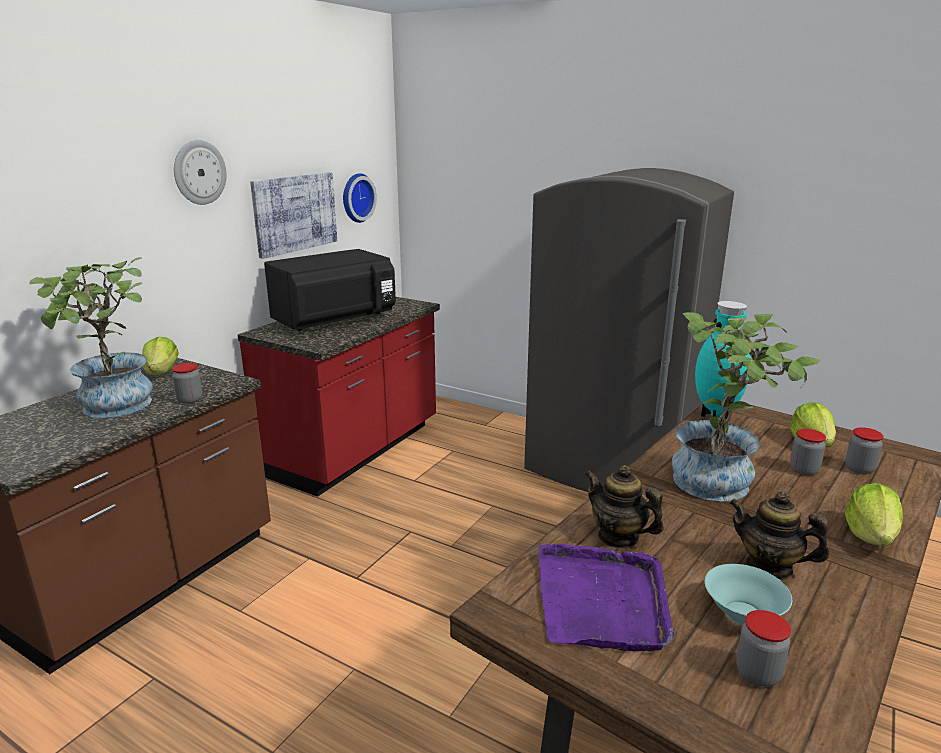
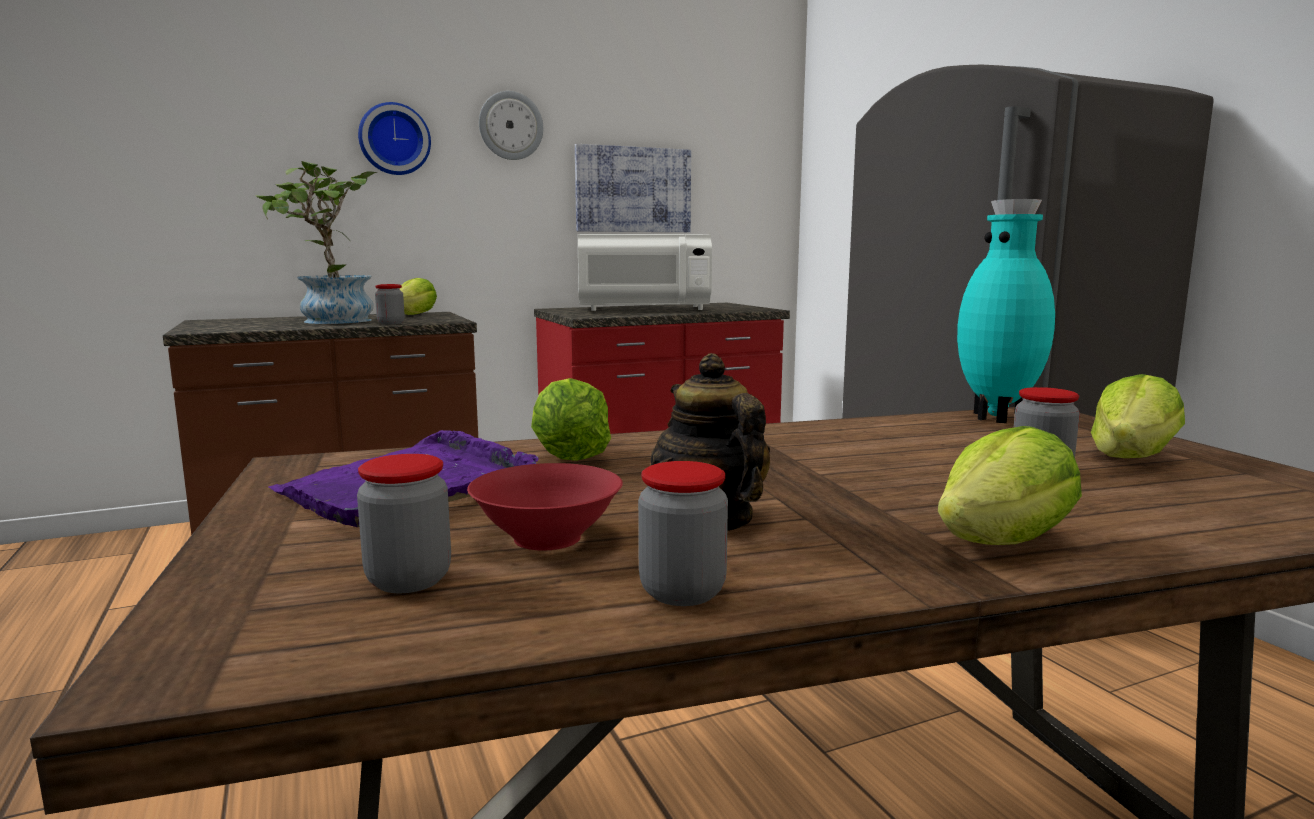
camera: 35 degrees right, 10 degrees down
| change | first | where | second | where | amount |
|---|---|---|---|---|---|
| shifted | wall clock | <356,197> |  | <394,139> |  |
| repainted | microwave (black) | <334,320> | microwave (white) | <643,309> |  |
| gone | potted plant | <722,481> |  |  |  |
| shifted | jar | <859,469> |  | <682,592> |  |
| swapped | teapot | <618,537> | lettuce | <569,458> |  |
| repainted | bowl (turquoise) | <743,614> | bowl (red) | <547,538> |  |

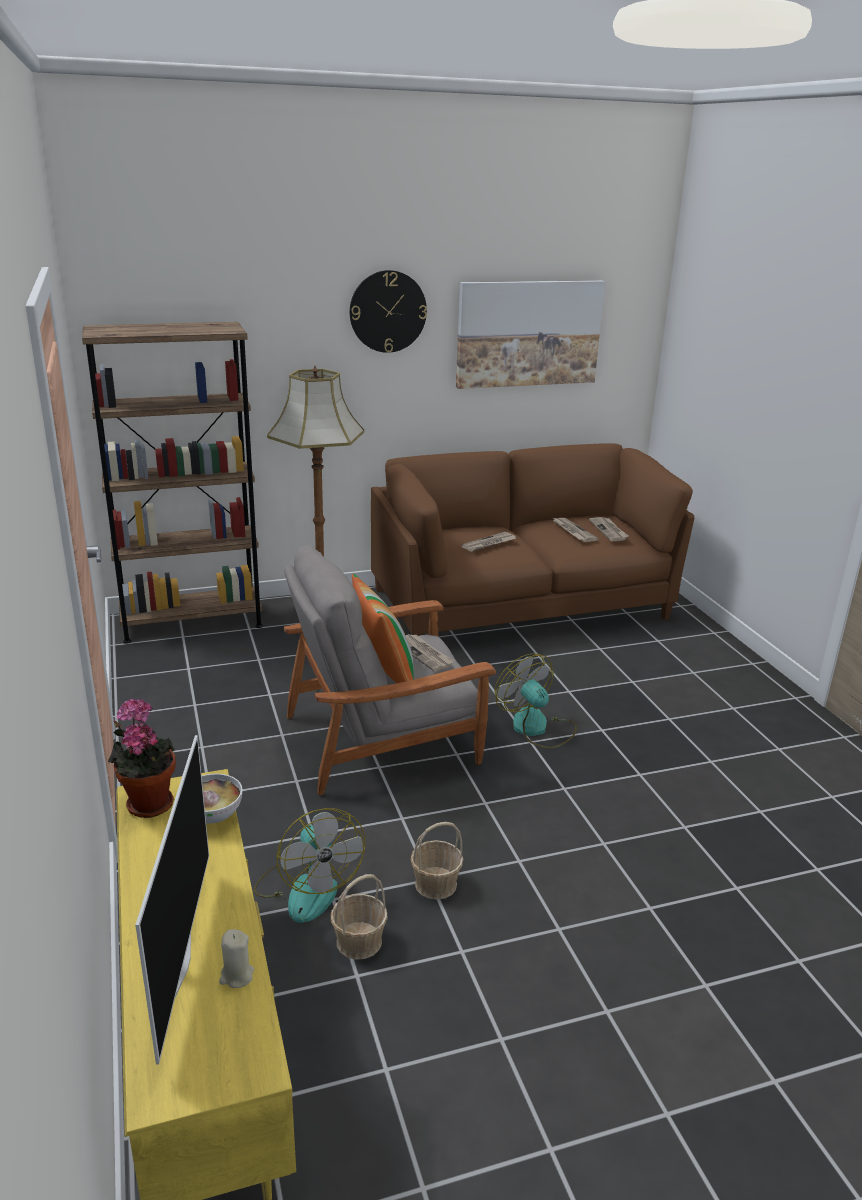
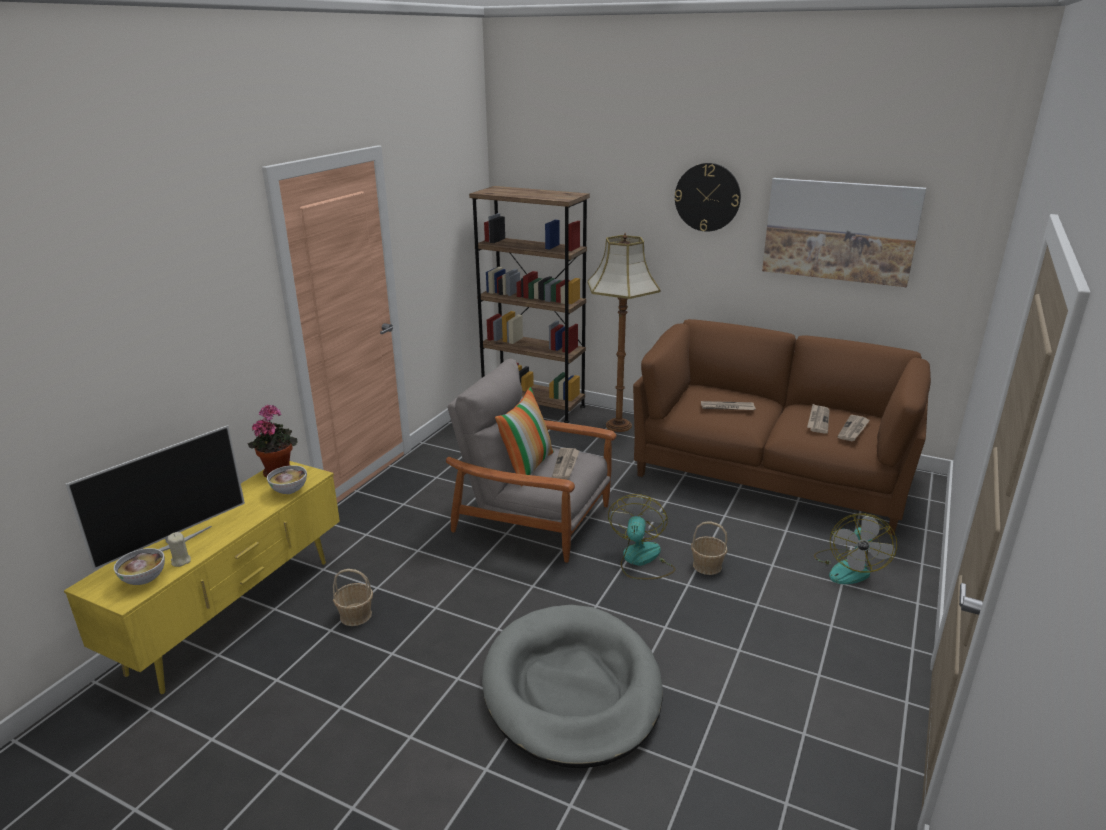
camera: 45 degrees right, 0 degrees up
| change | first | where | second | where | amount |
|---|---|---|---|---|---|
| shifted | fan | <307,887> |  | <849,568> |  |
| shifted | basket | <435,884> |  | <707,565> |  |
| new |  |  | bowl | <145,580> |  |
| new |  |  | dog bed (grey) | <572,689> |  |

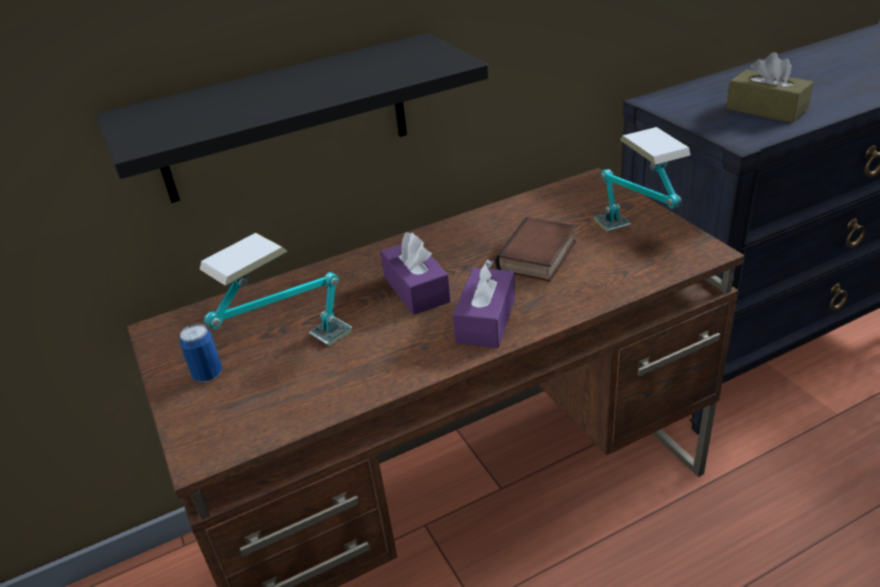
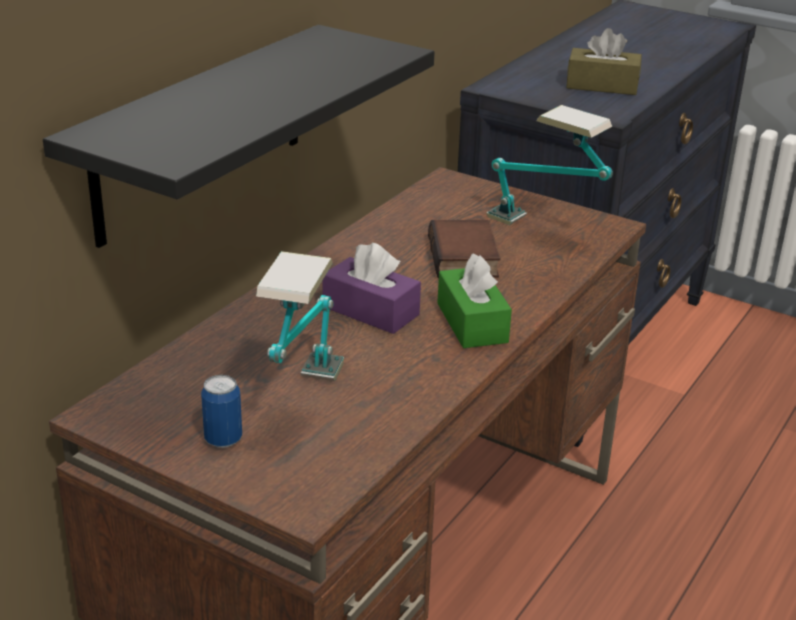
camera: 35 degrees left, 5 degrees down
| change | first | where | second | where | amount |
|---|---|---|---|---|---|
| repainted | tissue box (purple) | <486,320> | tissue box (green) | <472,323> |  |

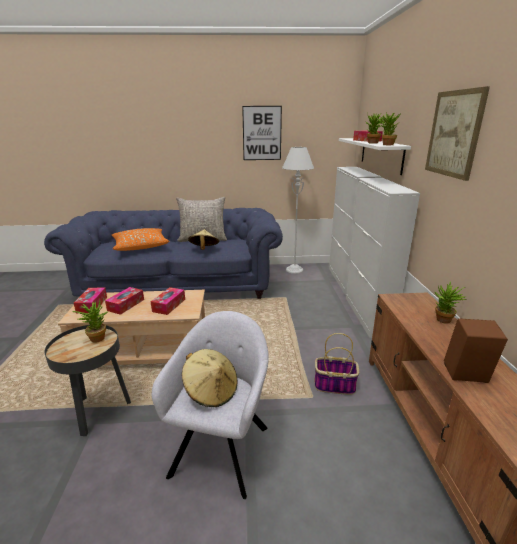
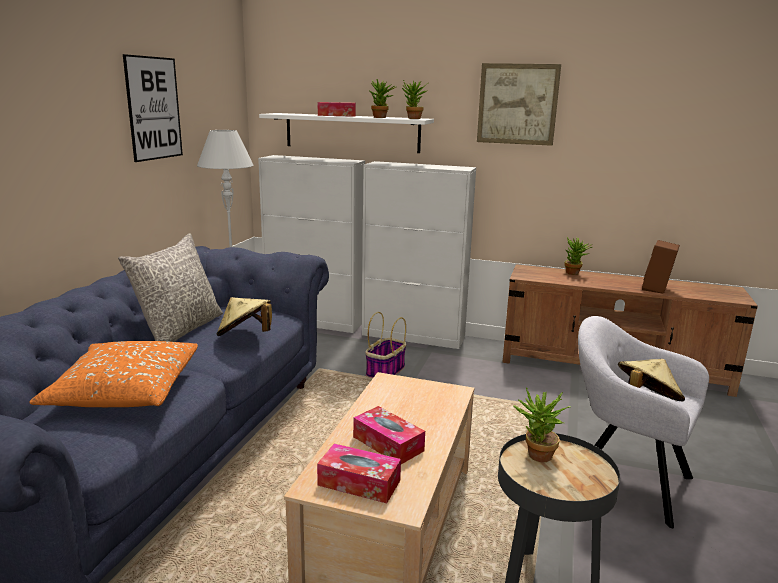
camera: 70 degrees left, 5 degrees down
| change | first | where | second | where | amount |
|---|---|---|---|---|---|
| gone | tissue box | <169,305> |  |  |  |
| shifted | basket | <334,385> |  | <385,372> |  |

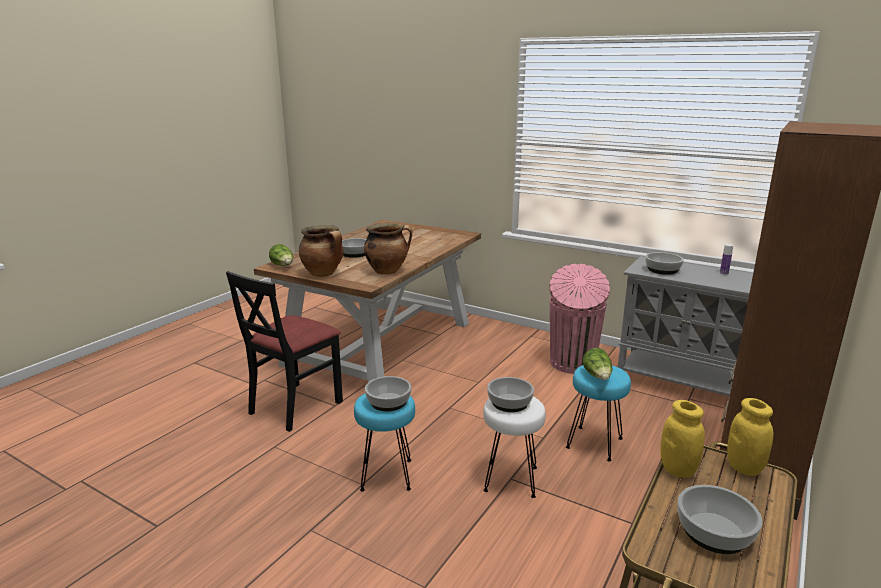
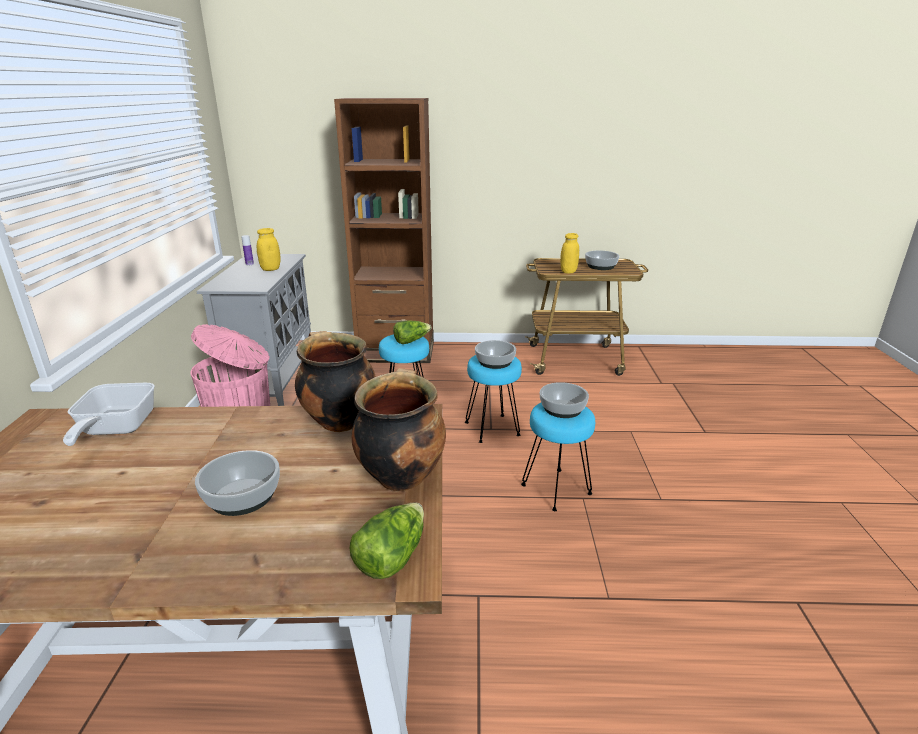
camera: 120 degrees left, 5 degrees up
| change | first | where | second | where | amount |
|---|---|---|---|---|---|
| gone | bowl | <663,270> |  |  |  |
| gone | chair (black) | <294,406> |  |  |  |
| repainted | stool (white) | <510,480> | stool (turquoise) | <493,428> |  |
| shifted | jar (yellow) | <744,467> |  | <270,269> |  |
| new |  |  | frying pan | <114,430> |  |

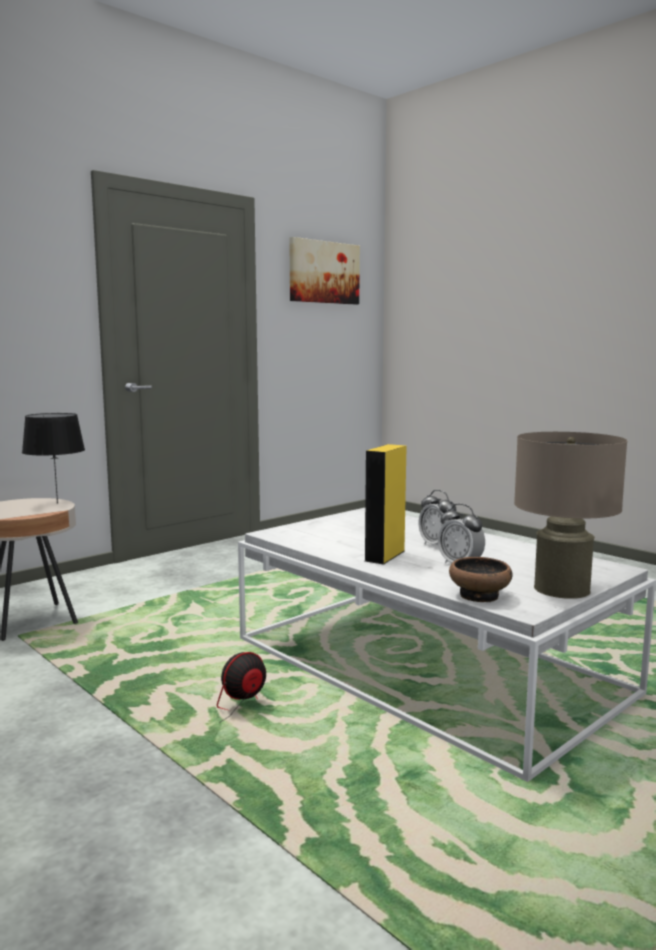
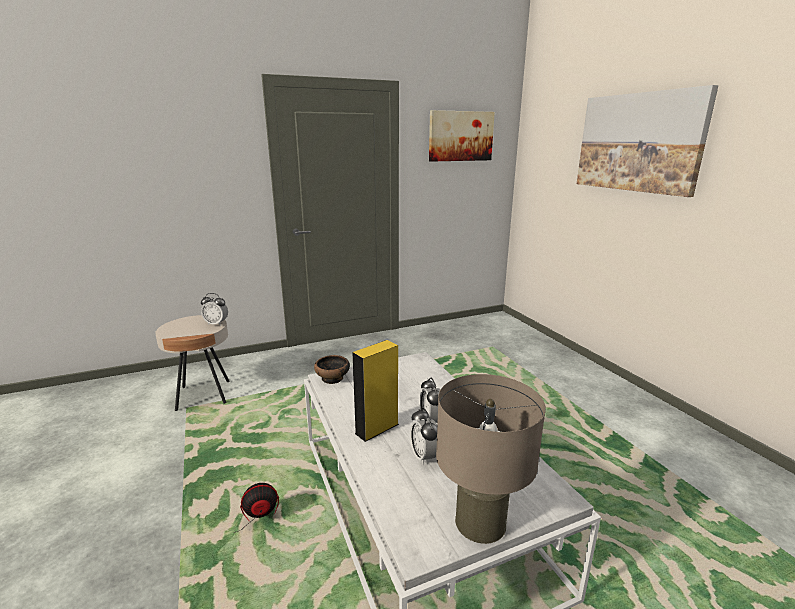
camera: 20 degrees right, 10 degrees up
| change | first | where | second | where | amount |
|---|---|---|---|---|---|
| swapped | table lamp (black) | <58,503> | alarm clock | <216,323> |  |
| shifted | bowl | <480,595> |  | <333,378> |  |
| new |  |  | picture | <638,142> |  |

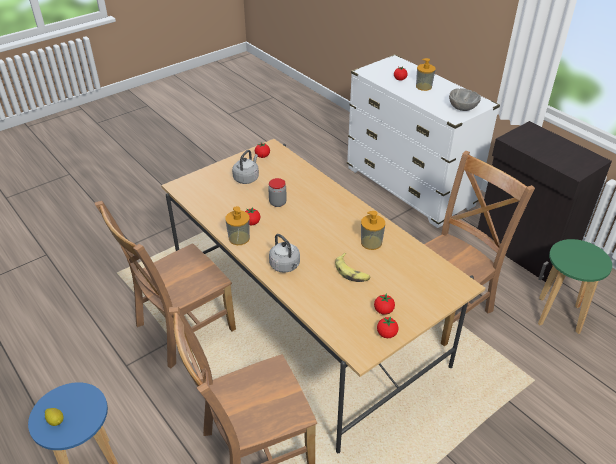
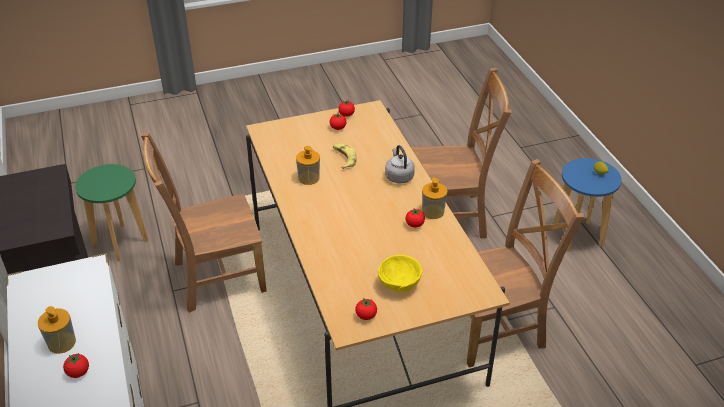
camera: 160 degrees left, 0 degrees up
| change | first | where | second | where | amount |
|---|---|---|---|---|---|
| gone | bowl (grey) | <462,108> |  |  |  |
| swapped | kettle (grey) | <247,178> | bowl (yellow) | <399,284> |  |
| gone | jar | <277,203> |  |  |  |

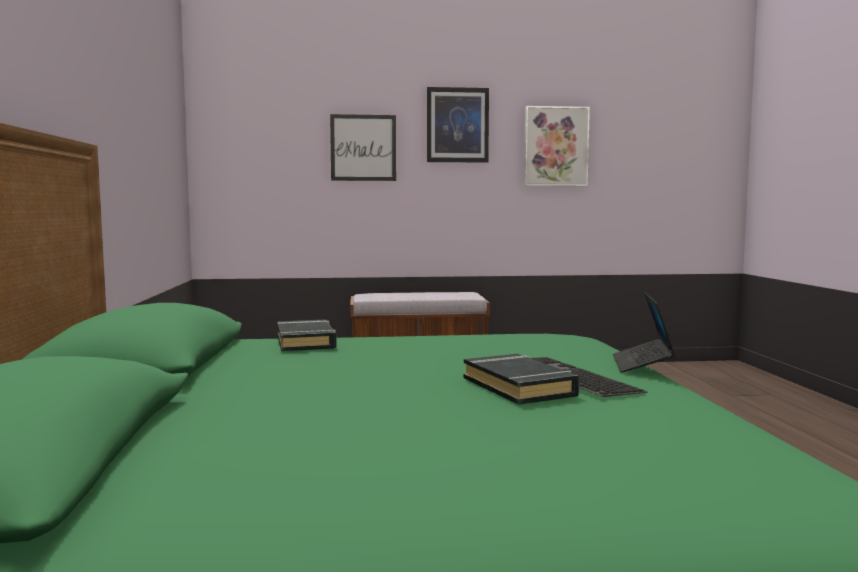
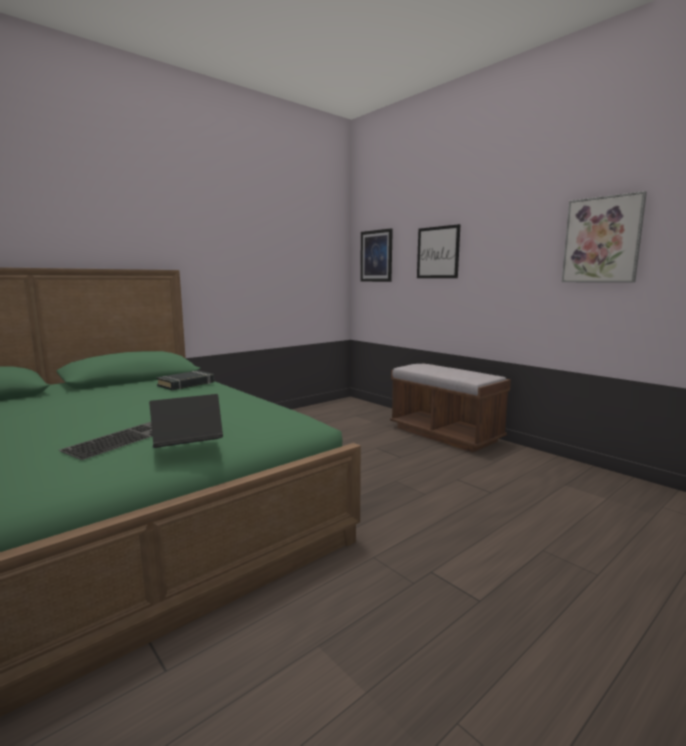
camera: 55 degrees right, 5 degrees up
| change | first | where | second | where | amount |
|---|---|---|---|---|---|
| shifted | picture | <457,125> |  | <376,256> |  |
| gone | book (black) | <519,387> |  |  |  |

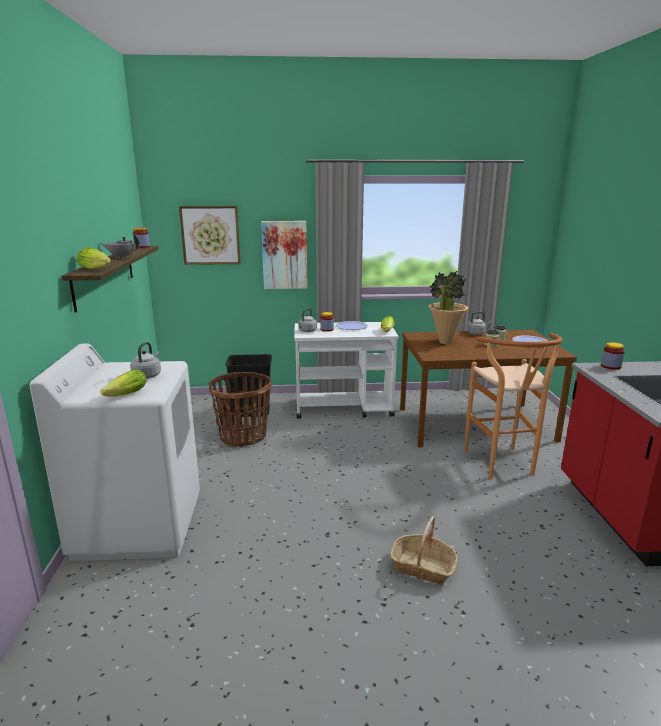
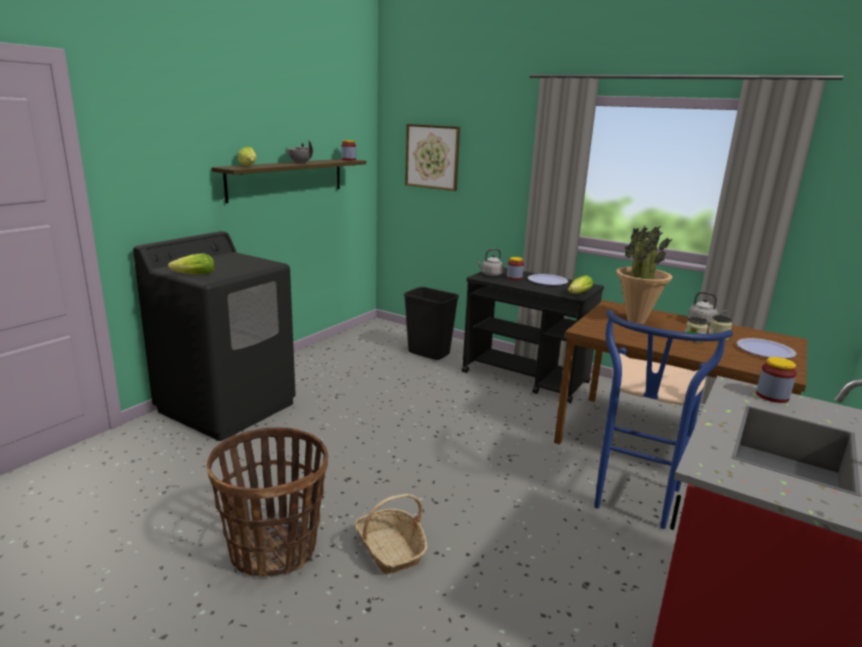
camera: 35 degrees right, 0 degrees up
| change | first | where | second | where | amount |
|---|---|---|---|---|---|
| gone | picture | <284,255> |  |  |  |
| repainted | cart (white) | <344,408> | cart (black) | <526,378> |  |
| repainted | stool (brown) | <503,466> | stool (blue) | <632,503> |  |
| gone | kettle (grey) | <147,375> |  |  |  |
| repainted | washing machine (white) | <139,524> | washing machine (black) | <227,407> |  |
| shifted | basket | <243,437> |  | <274,549> |  |

